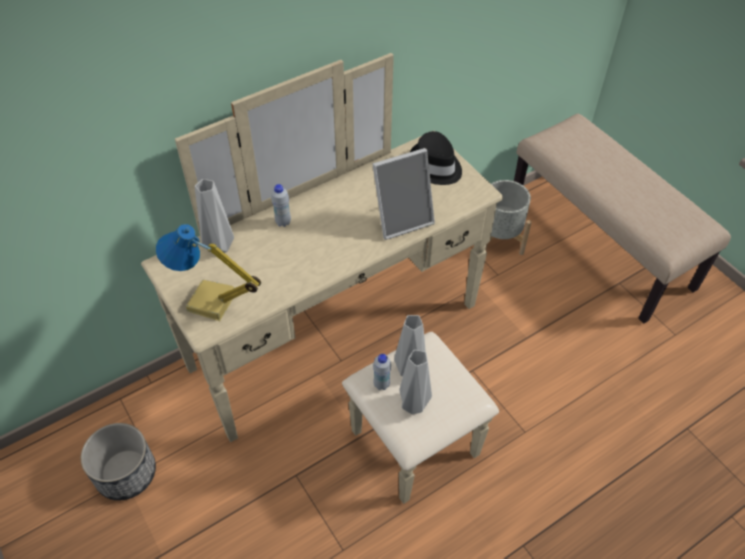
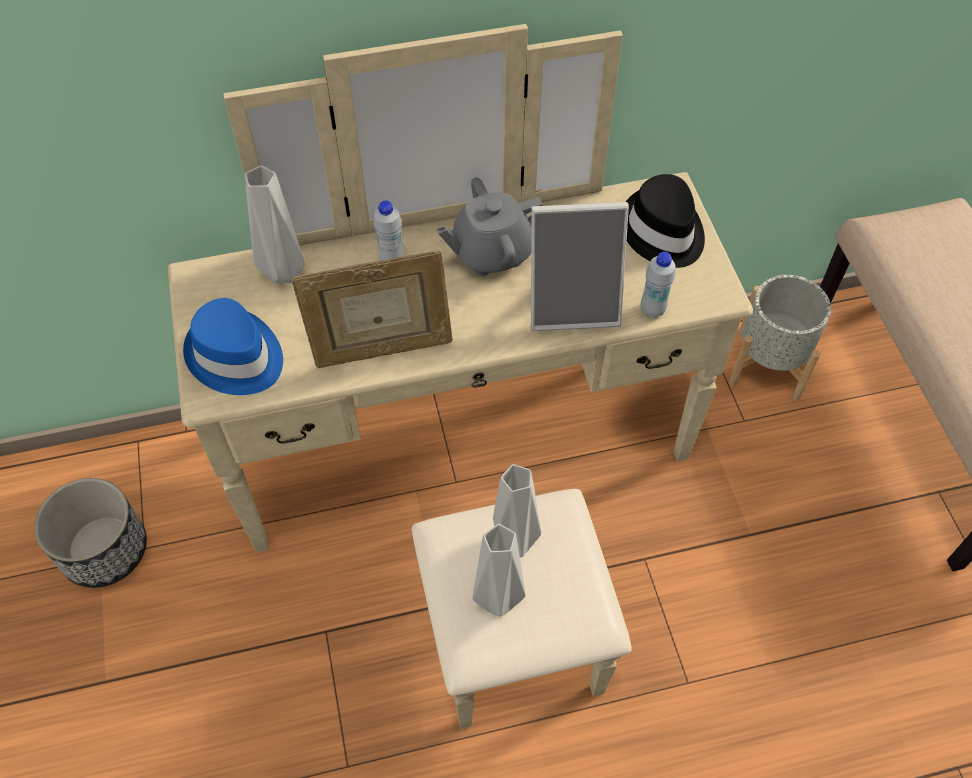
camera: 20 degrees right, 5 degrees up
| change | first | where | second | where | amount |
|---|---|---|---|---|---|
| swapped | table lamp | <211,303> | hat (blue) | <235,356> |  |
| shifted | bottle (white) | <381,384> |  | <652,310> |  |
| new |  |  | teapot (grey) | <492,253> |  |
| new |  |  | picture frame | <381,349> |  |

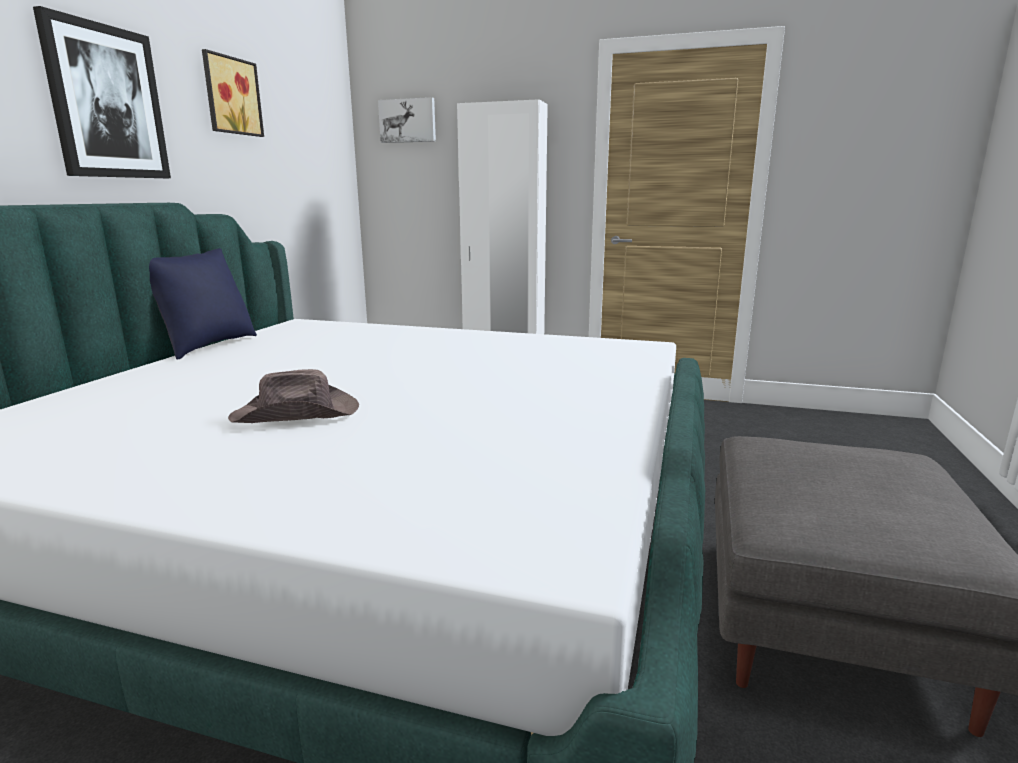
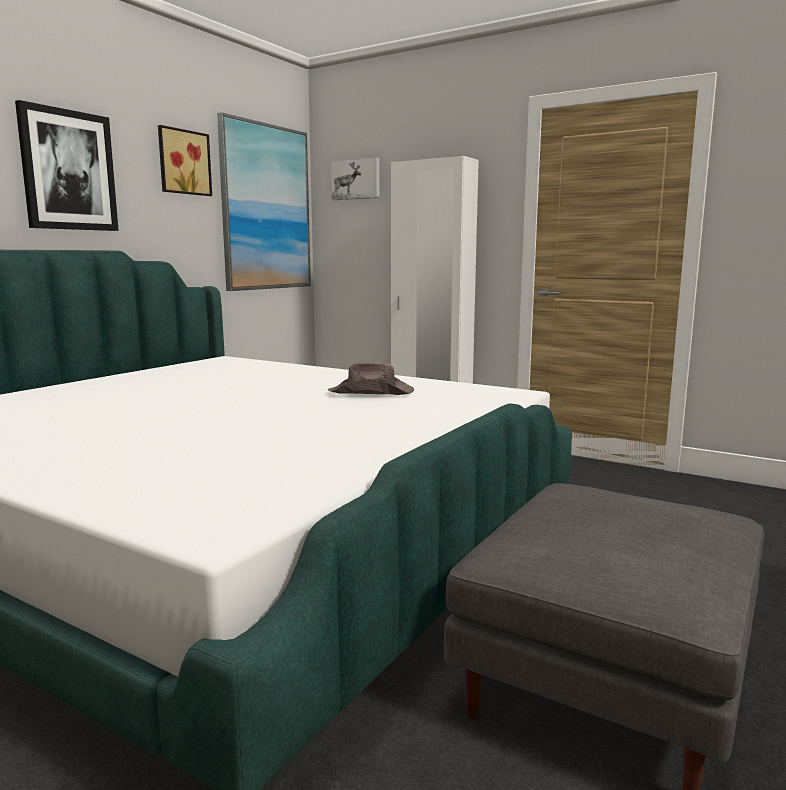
camera: 15 degrees right, 5 degrees down
| change | first | where | second | where | amount |
|---|---|---|---|---|---|
| gone | pillow (blue) | <206,346> |  |  |  |
| shifted | hat (brown) | <297,414> |  | <372,392> |  |
| new |  |  | picture | <266,208> |  |

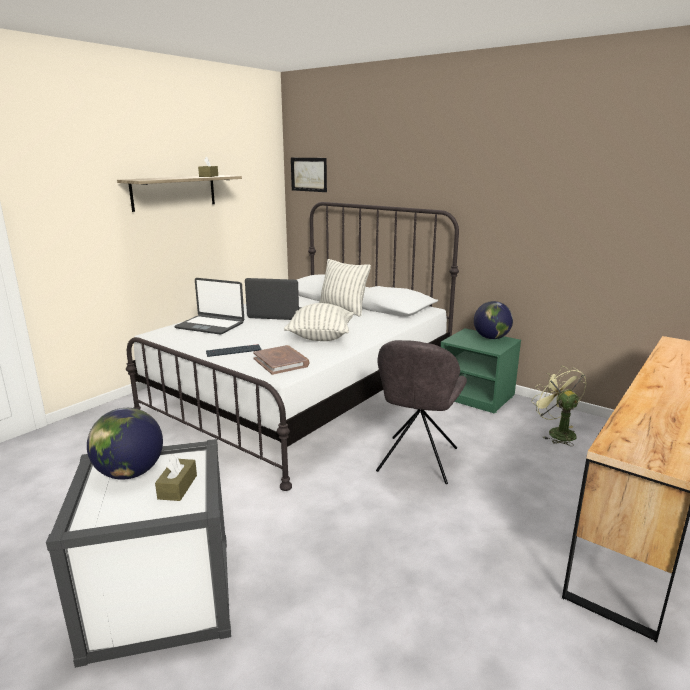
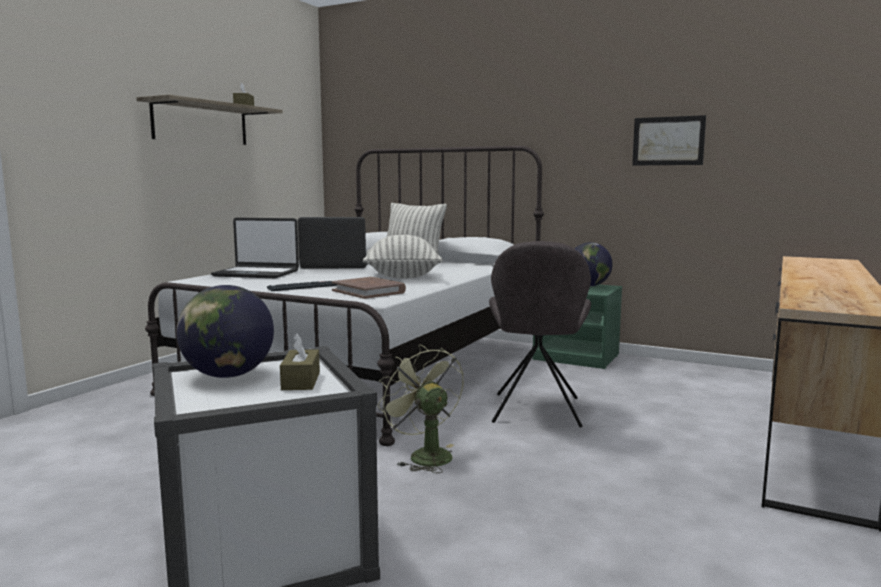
camera: 10 degrees left, 10 degrees down
| change | first | where | second | where | amount |
|---|---|---|---|---|---|
| shifted | picture | <309,174> |  | <668,141> |  |
| shifted | fan (green) | <556,432> |  | <424,455> |  |

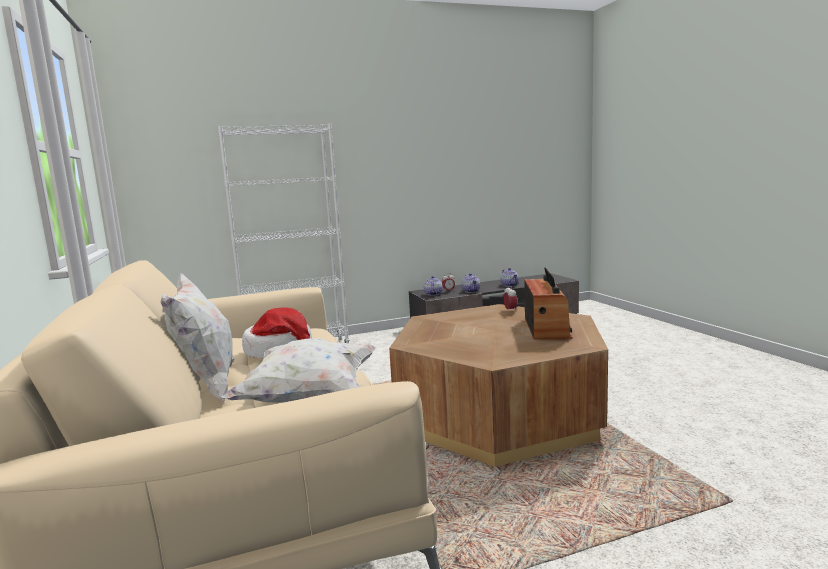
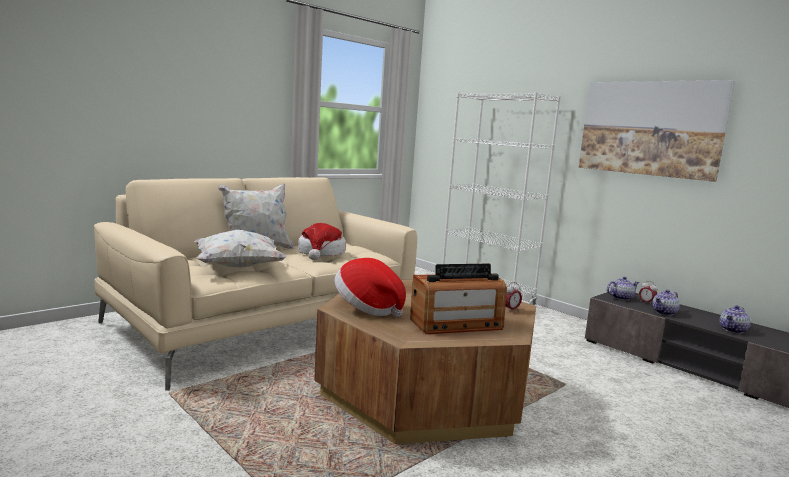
camera: 65 degrees right, 0 degrees up
| change | first | where | second | where | amount |
|---|---|---|---|---|---|
| new |  |  | picture | <650,128> |  |
| new |  |  | hat | <367,308> |  |

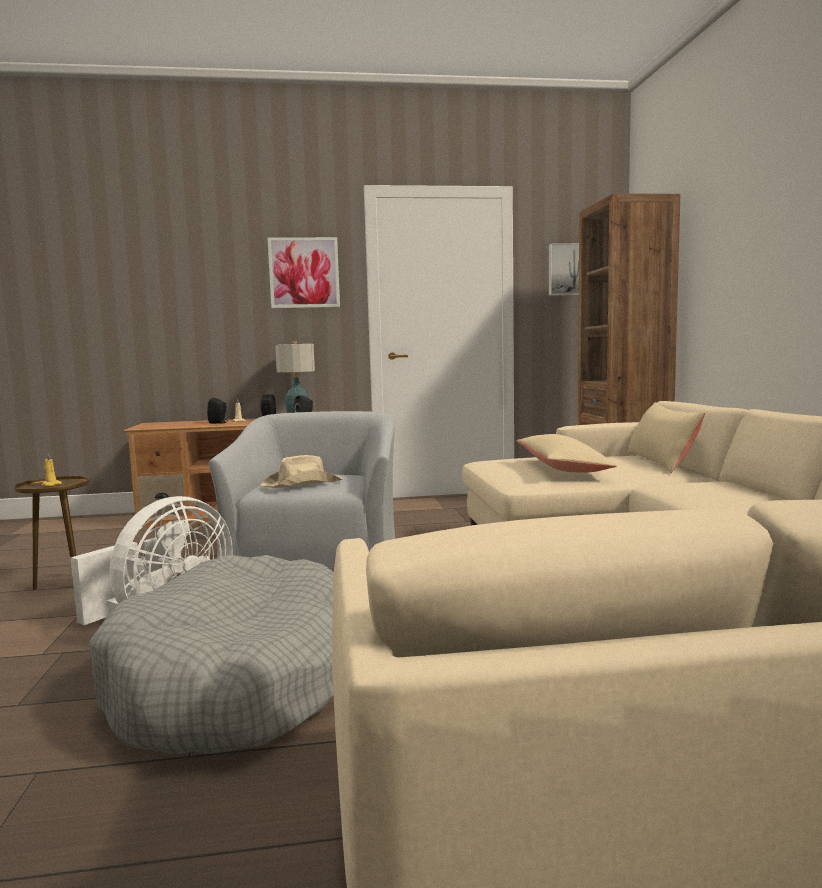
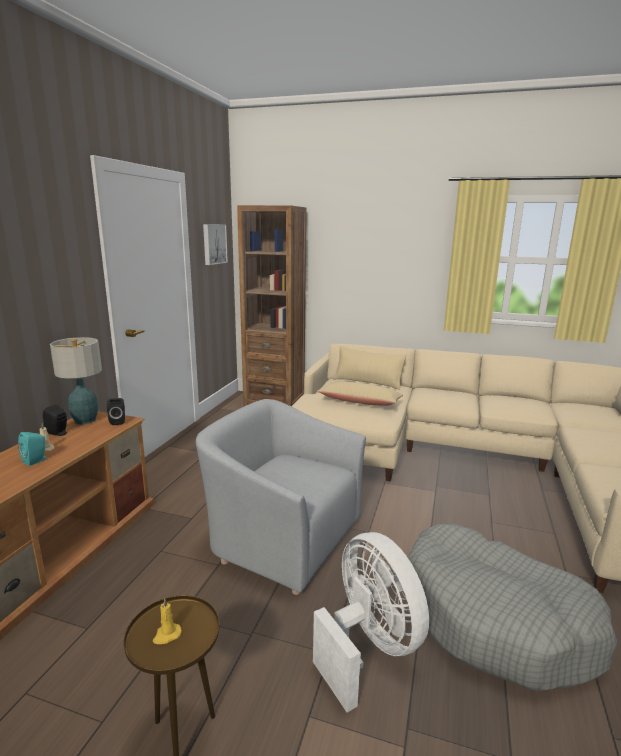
camera: 65 degrees left, 10 degrees up
| change | first | where | second | where | amount |
|---|---|---|---|---|---|
| gone | picture | <304,273> |  |  |  |
| repainted | speaker (black) | <219,423> | speaker (turquoise) | <36,460> |  |
| gone | hat (beige) | <303,483> |  |  |  |

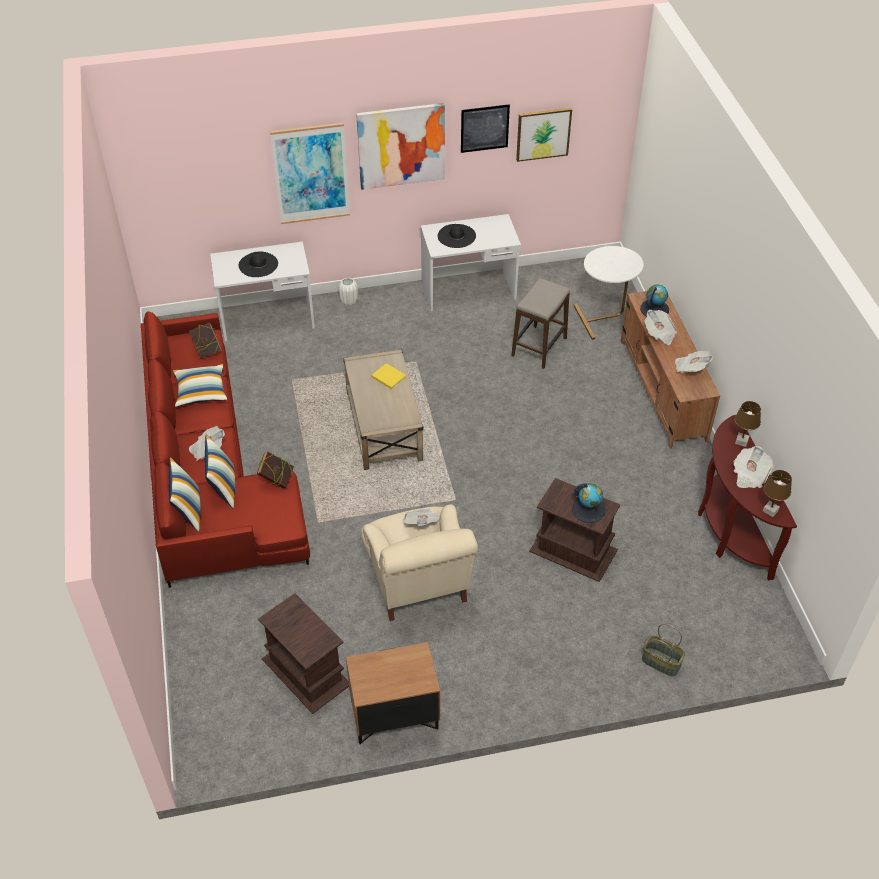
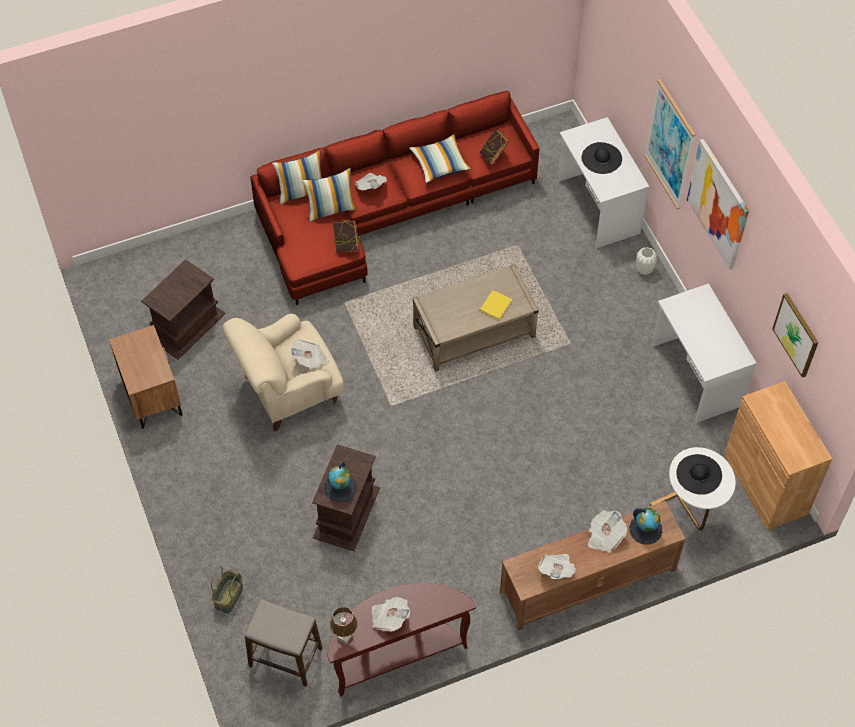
camera: 80 degrees right, 10 degrees up
| change | first | where | second | where | amount |
|---|---|---|---|---|---|
| gone | picture | <484,128> |  |  |  |
| shifted | hat (black) | <456,236> |  | <699,474> |  |
| shifted | stool | <539,347> |  | <285,658> |  |
| gone | table lamp (brown) | <741,441> |  |  |  |
| new |  |  | cabinet (brown) | <765,484> |  |

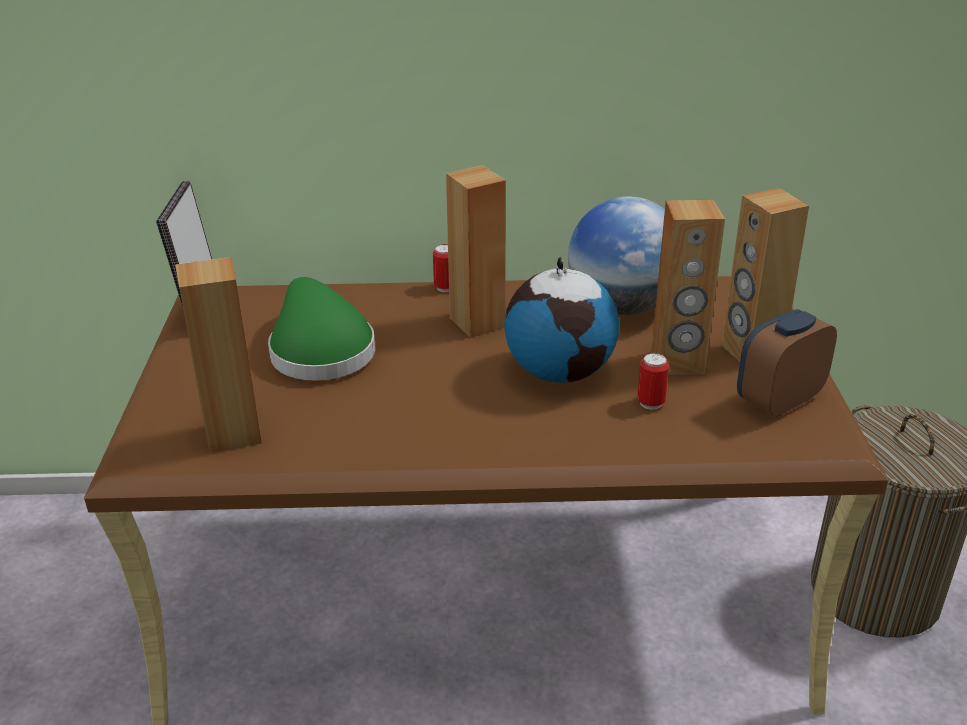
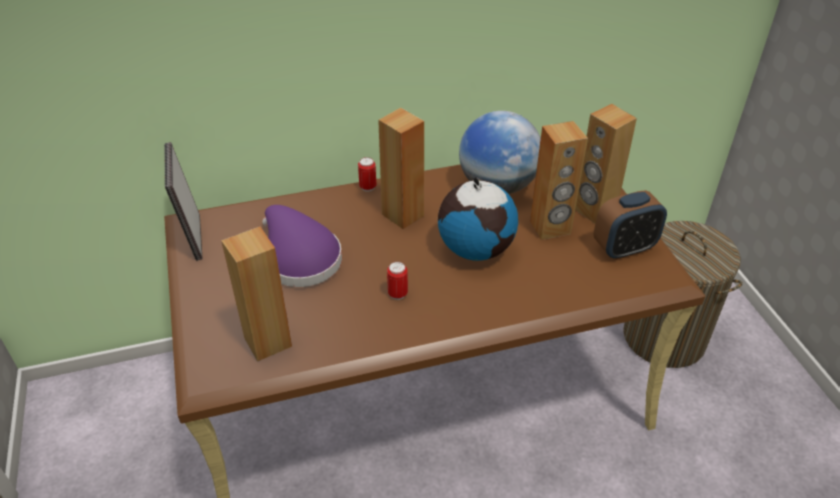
camera: 15 degrees left, 10 degrees up
| change | first | where | second | where | amount |
|---|---|---|---|---|---|
| repainted | hat (green) | <319,350> | hat (purple) | <299,258> |  |
| rotated | alarm clock | <778,401> |  | <624,248> | 150 degrees counterclockwise |
| shifted | can | <650,403> |  | <397,294> |  |

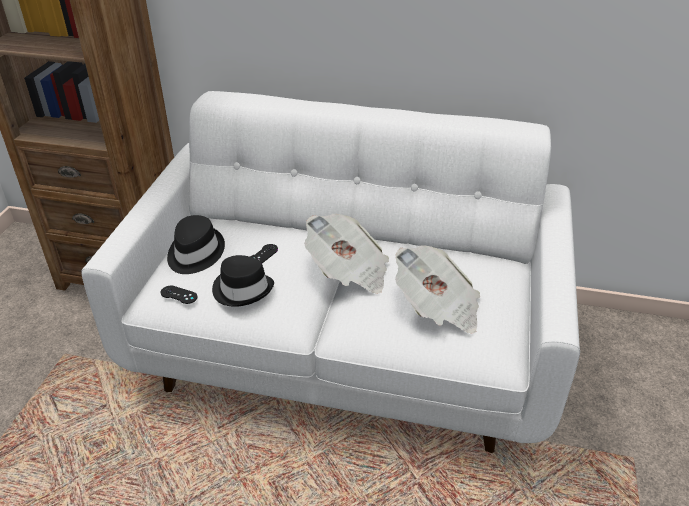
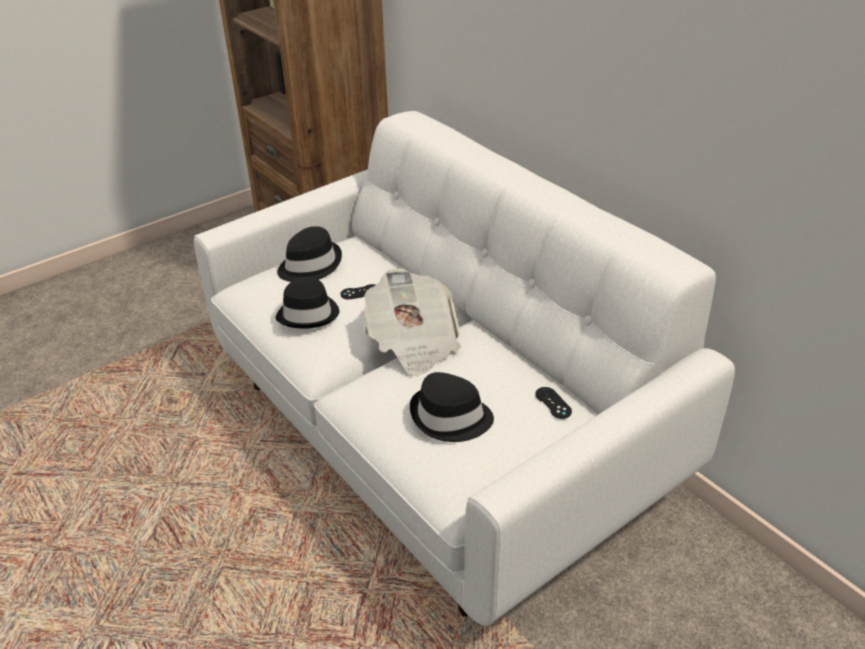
camera: 40 degrees right, 0 degrees up
| change | first | where | second | where | amount |
|---|---|---|---|---|---|
| swapped | newspaper | <437,307> | hat (black) | <450,418> |  |
| shifted | game controller (black) | <179,295> |  | <553,403> |  |

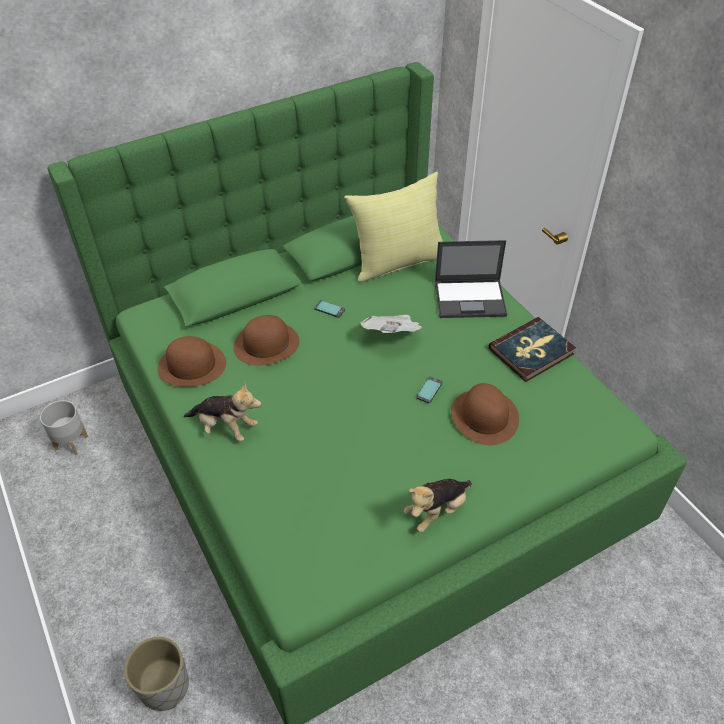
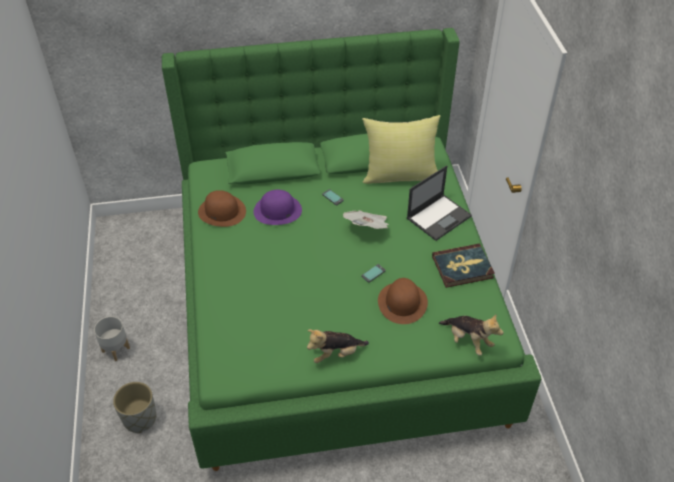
camera: 20 degrees right, 0 degrees up
| change | first | where | second | where | amount |
|---|---|---|---|---|---|
| rotated | laptop | <471,298> |  | <439,217> | 60 degrees counterclockwise |
| repainted | hat (brown) | <266,344> | hat (purple) | <277,210> |  |
| shifted | plush toy | <225,427> |  | <468,341> |  |
| shifted | planter (grey) | <72,442> |  | <116,350> |  |

